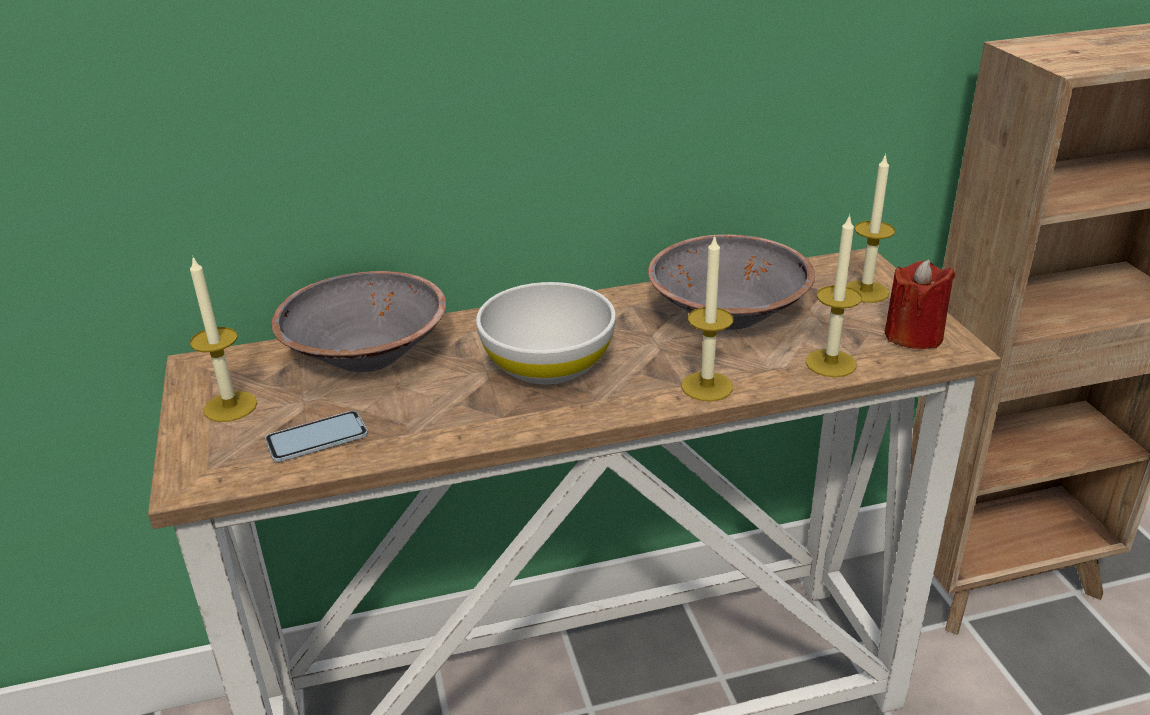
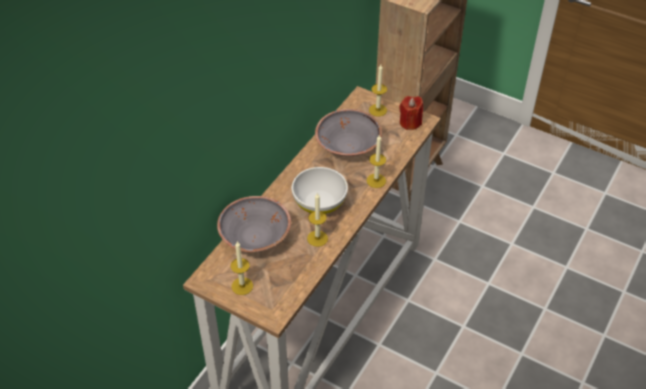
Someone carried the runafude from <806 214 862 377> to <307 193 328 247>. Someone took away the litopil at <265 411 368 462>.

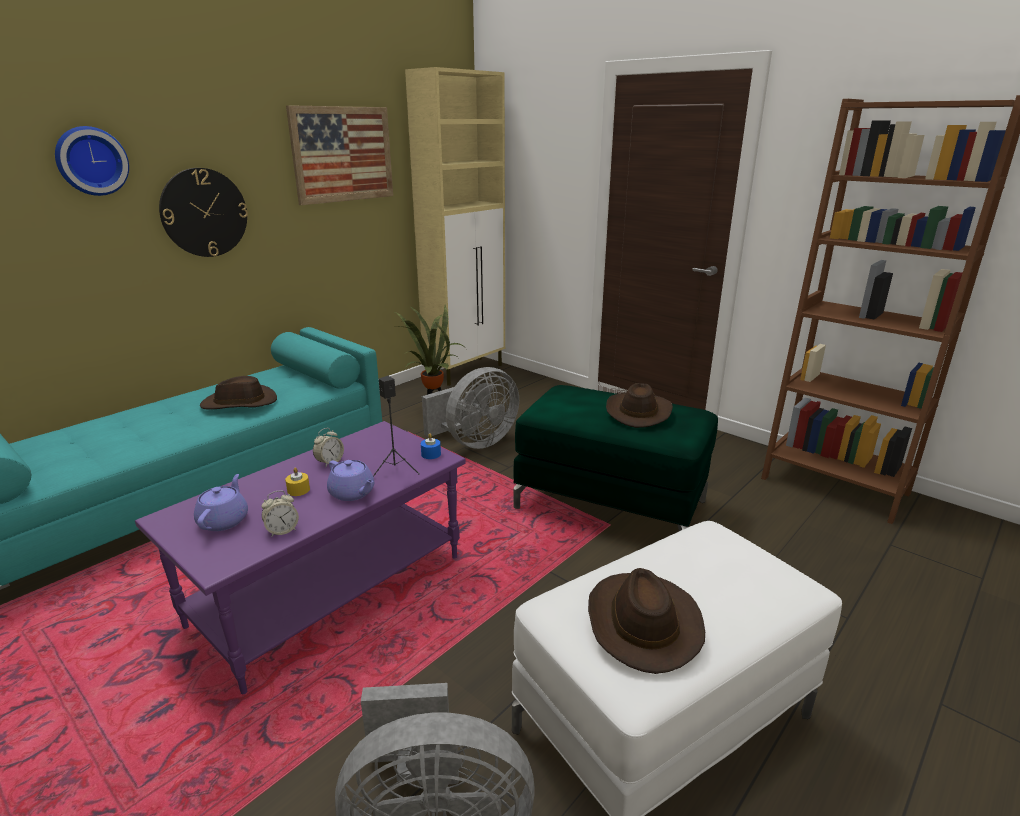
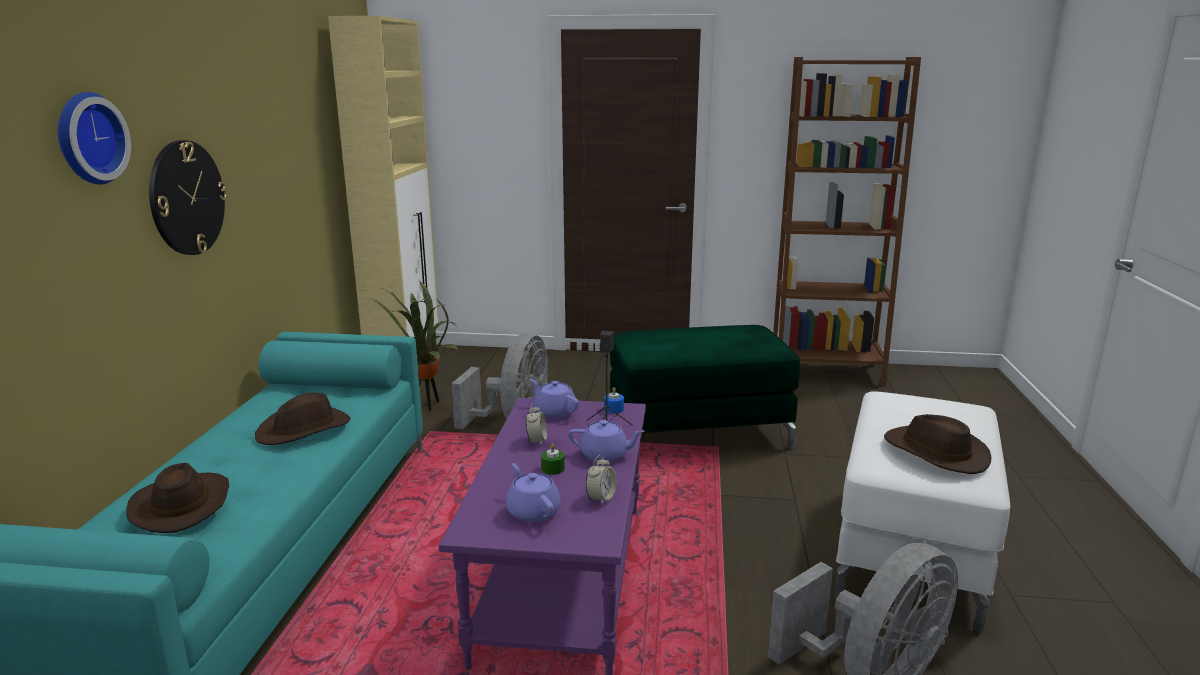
Someone carried the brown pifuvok from <606 383 673 428> to <126 463 229 533>. Someone put down the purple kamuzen at <530 379 579 418>. Someone repainted the yellow runafude at <285 468 310 496>, which became the green runafude at <541 444 565 475>. Someone took away the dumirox at <286 105 393 205>.

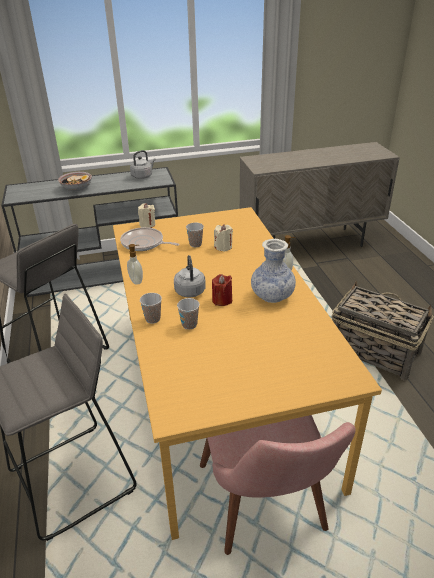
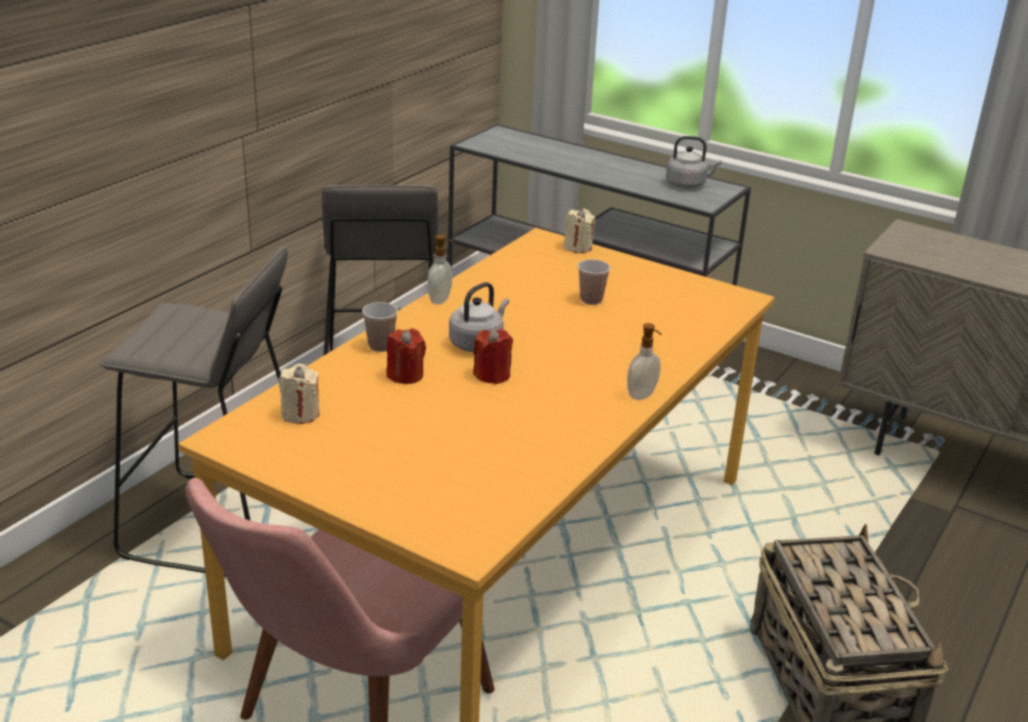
Someone carried the beige runafude from <214 224 233 252> to <278 364 319 424>. Someone swapped the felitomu at <177 298 200 330> for the red runafude at <386 328 426 384>. Someone took away the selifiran at <58 172 92 191>. Someone took away the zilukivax at <120 227 179 251>. Someone took away the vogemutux at <251 239 296 303>.

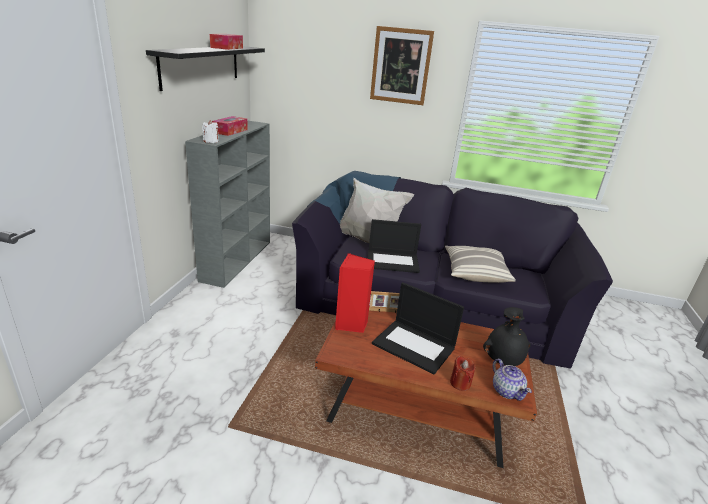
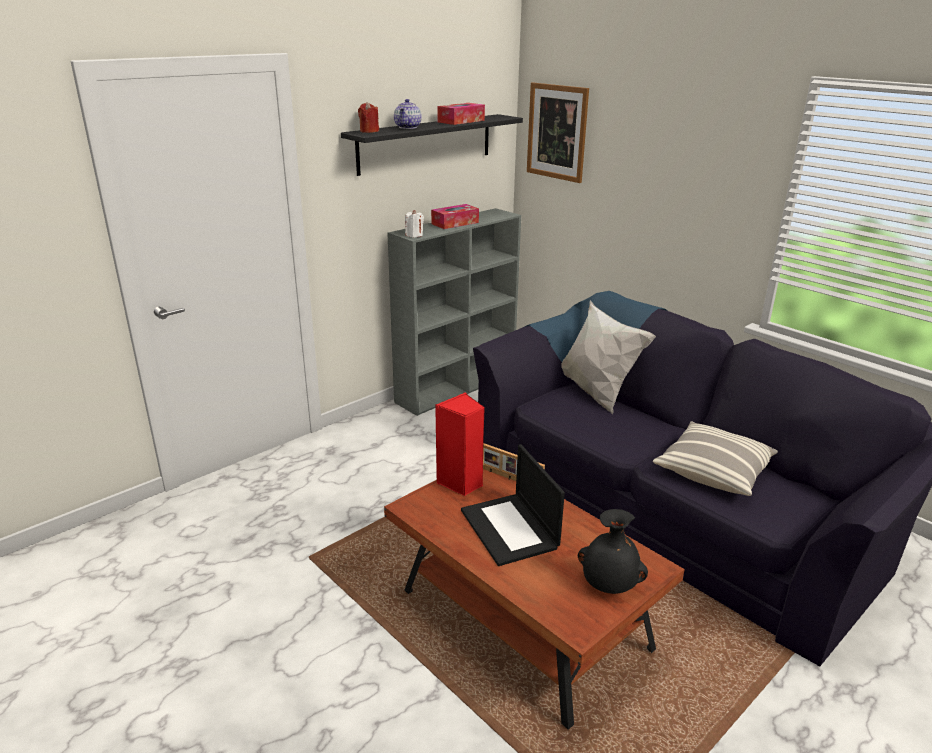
Someone carried the red runafude from <450 356 476 391> to <358 102 379 133>. Someone carried the kamuzen from <493 359 532 401> to <394 99 422 129>. Someone carried the dumirox from <370 26 434 105> to <527 82 589 183>. Someone took away the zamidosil at <368 219 421 273>.

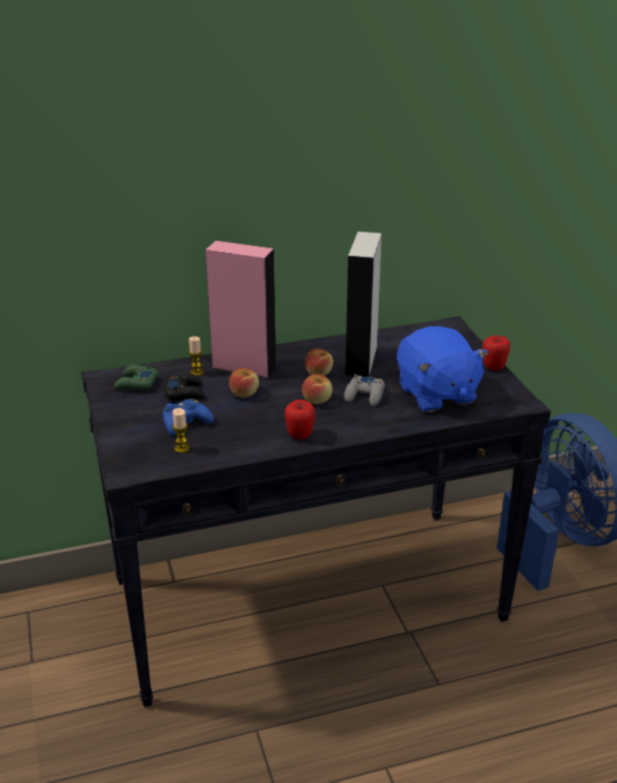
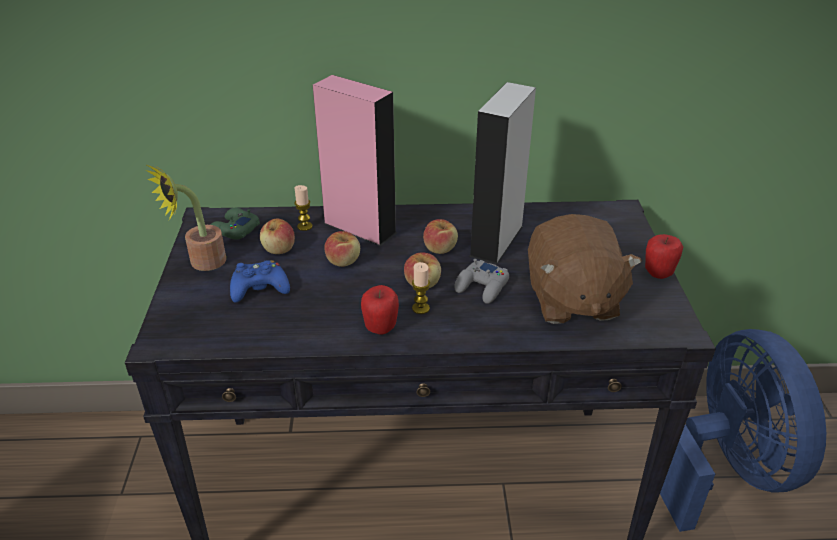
Someone put down the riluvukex at <146 165 226 271>. Someone swapped the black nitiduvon at <163 373 205 400> for the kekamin at <260 219 295 254>. Someone carried the runafude from <172 408 190 453> to <412 262 430 314>. Someone repainted the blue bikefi at <397 326 489 412>, which became the brown bikefi at <528 214 642 324>.

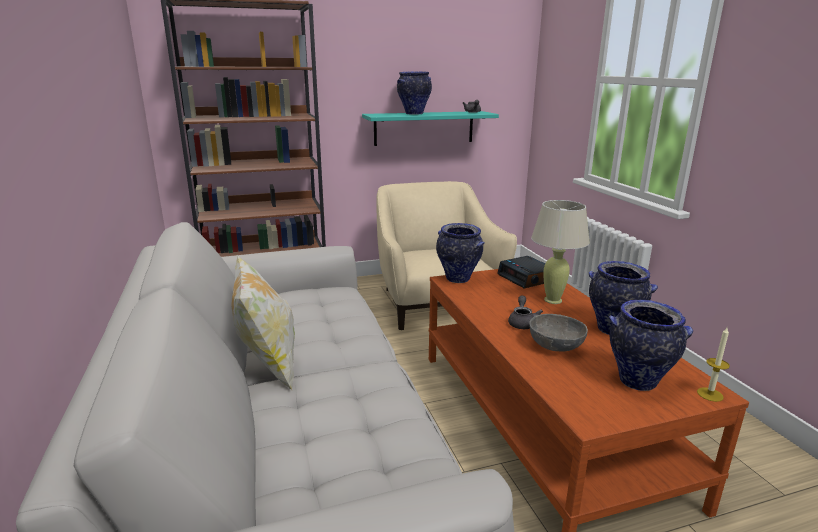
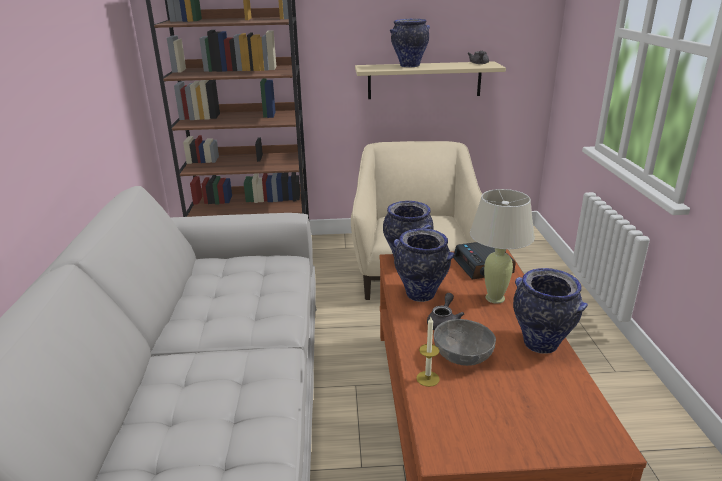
Someone repainted the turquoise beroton at <362 111 499 146>, which became the beige beroton at <355 61 506 99>. Someone carried the vogemutux from <609 300 693 391> to <393 228 455 302>. Someone carried the runafude from <697 328 730 402> to <416 317 440 387>. Someone took away the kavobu at <232 255 295 390>.

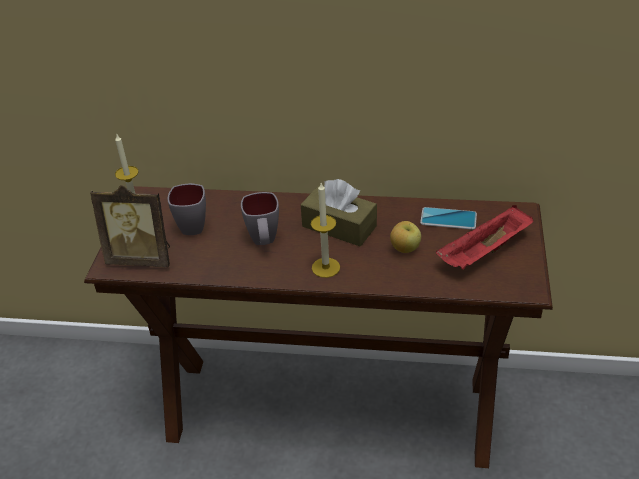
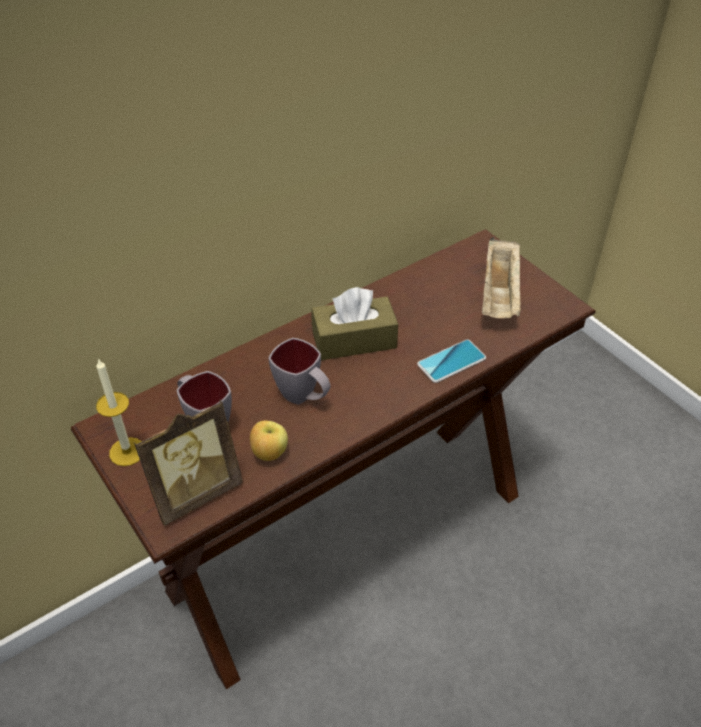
Someone carried the kekamin from <390 221 421 253> to <250 421 288 461>. Someone carried the litopil from <420 207 477 230> to <417 340 486 383>. Someone repainted the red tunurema at <436 205 533 270>, which became the beige tunurema at <482 237 521 318>. Someone took away the runafude at <311 183 340 278>.

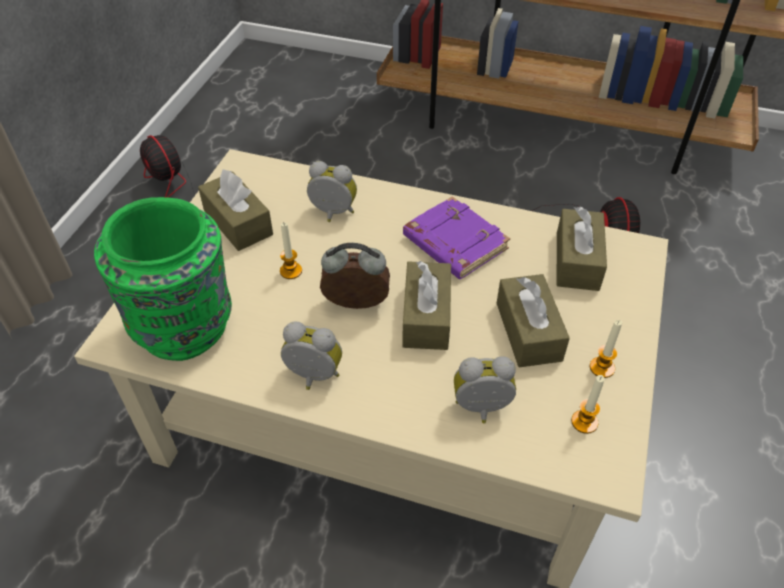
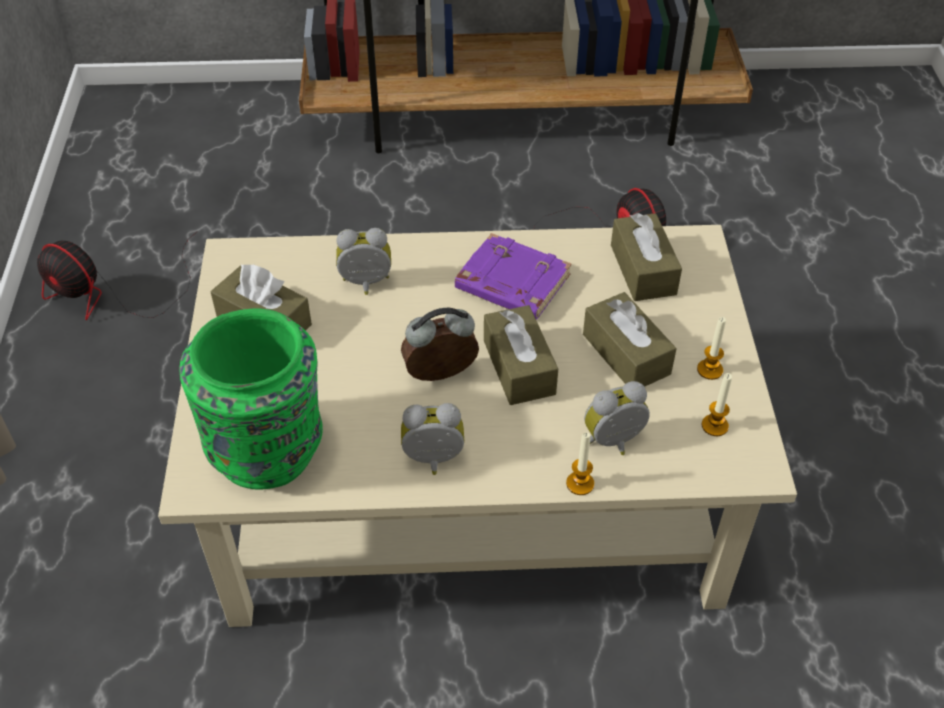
Someone carried the runafude from <280 223 302 279> to <566 432 594 495>.

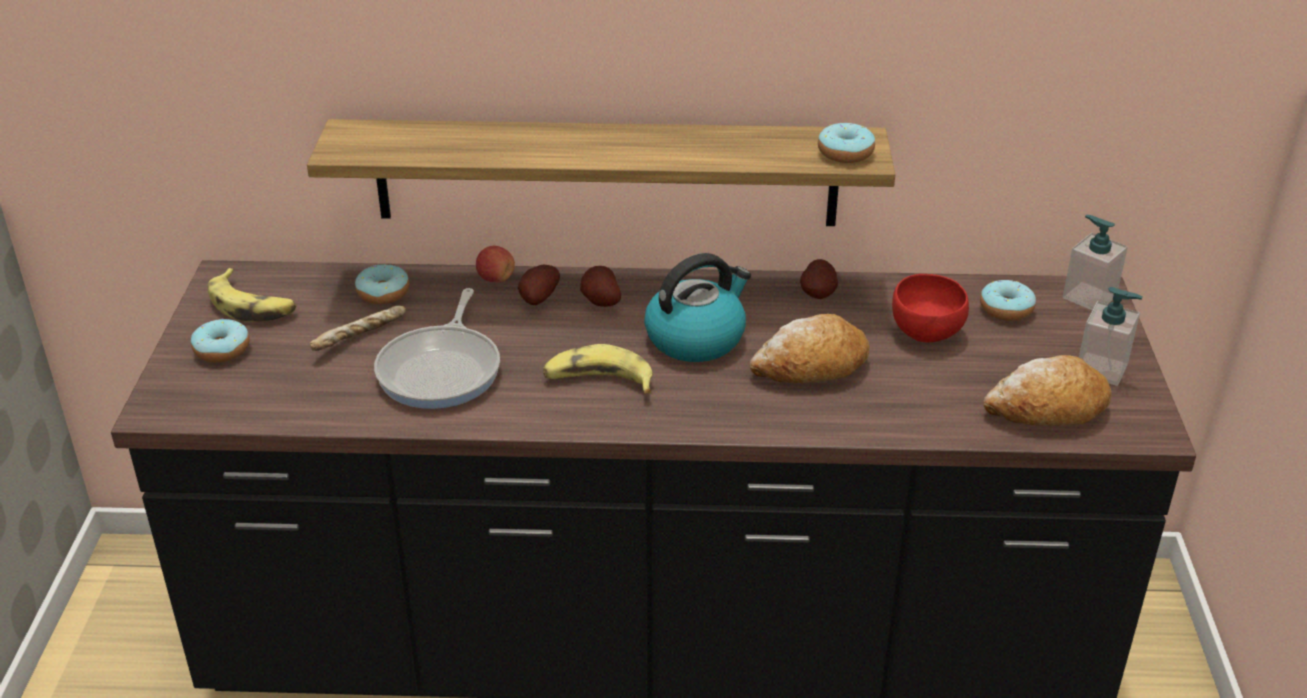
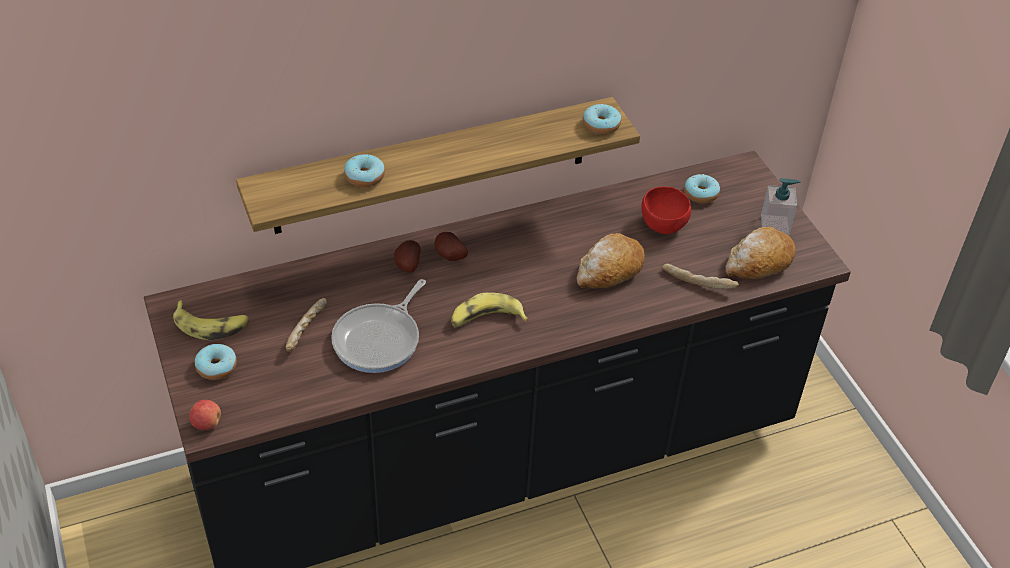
Someone carried the kekamin from <476 246 515 283> to <189 400 221 430>. Someone rotated the zilukivax at <374 288 500 409> by 45 degrees clockwise. Someone carried the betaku from <355 264 409 304> to <344 154 385 187>. Someone put down the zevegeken at <662 264 739 289>. Someone took away the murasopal at <644 253 751 362>. Someone took away the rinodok at <800 259 838 299>. Someone took away the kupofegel at <1063 215 1128 310>.

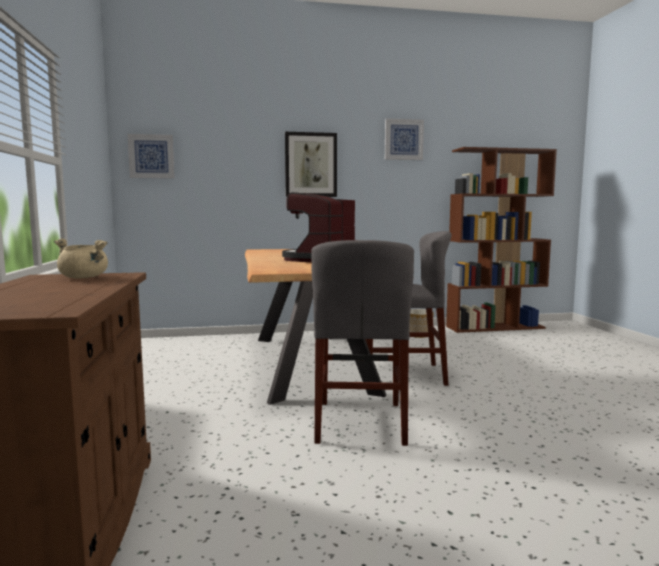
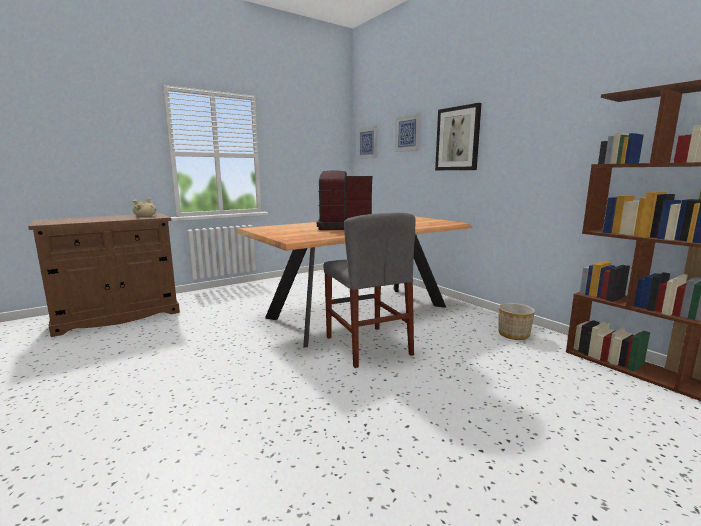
Someone carried the dumirox from <385 119 424 160> to <395 113 421 152>. Someone took away the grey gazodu at <312 240 414 446>.

